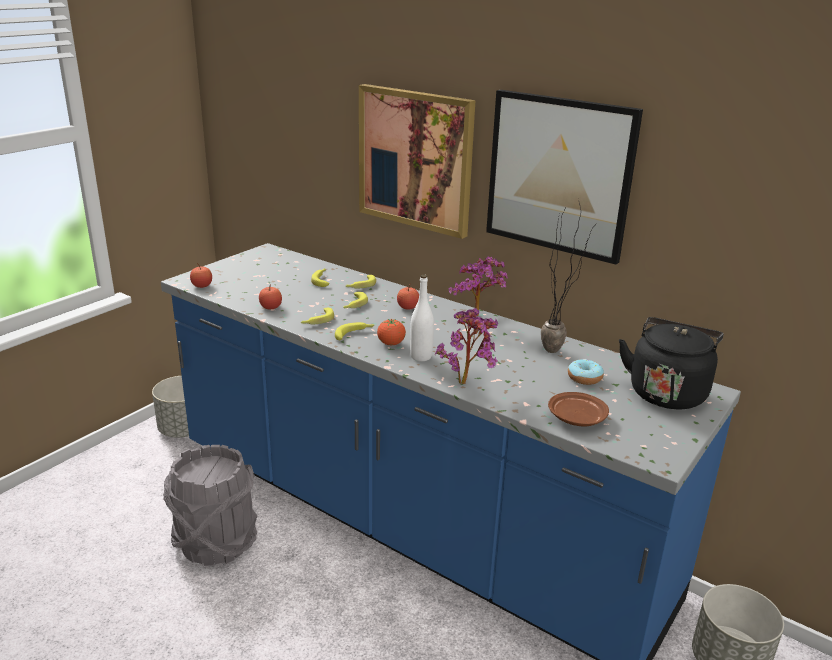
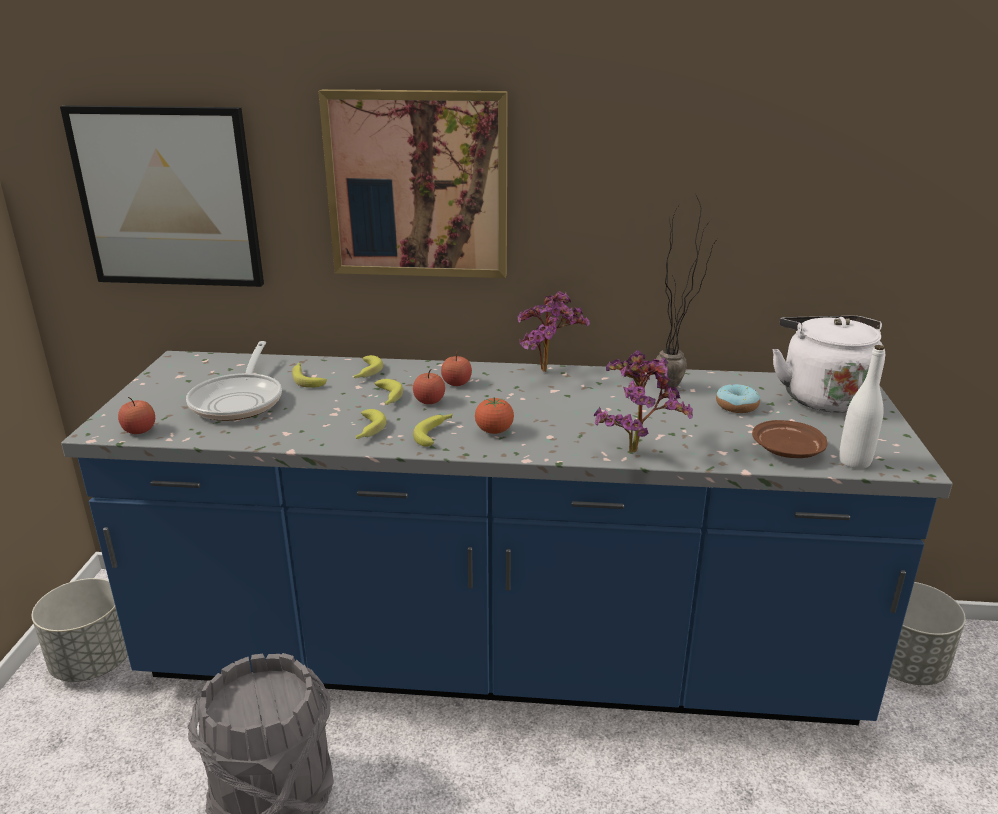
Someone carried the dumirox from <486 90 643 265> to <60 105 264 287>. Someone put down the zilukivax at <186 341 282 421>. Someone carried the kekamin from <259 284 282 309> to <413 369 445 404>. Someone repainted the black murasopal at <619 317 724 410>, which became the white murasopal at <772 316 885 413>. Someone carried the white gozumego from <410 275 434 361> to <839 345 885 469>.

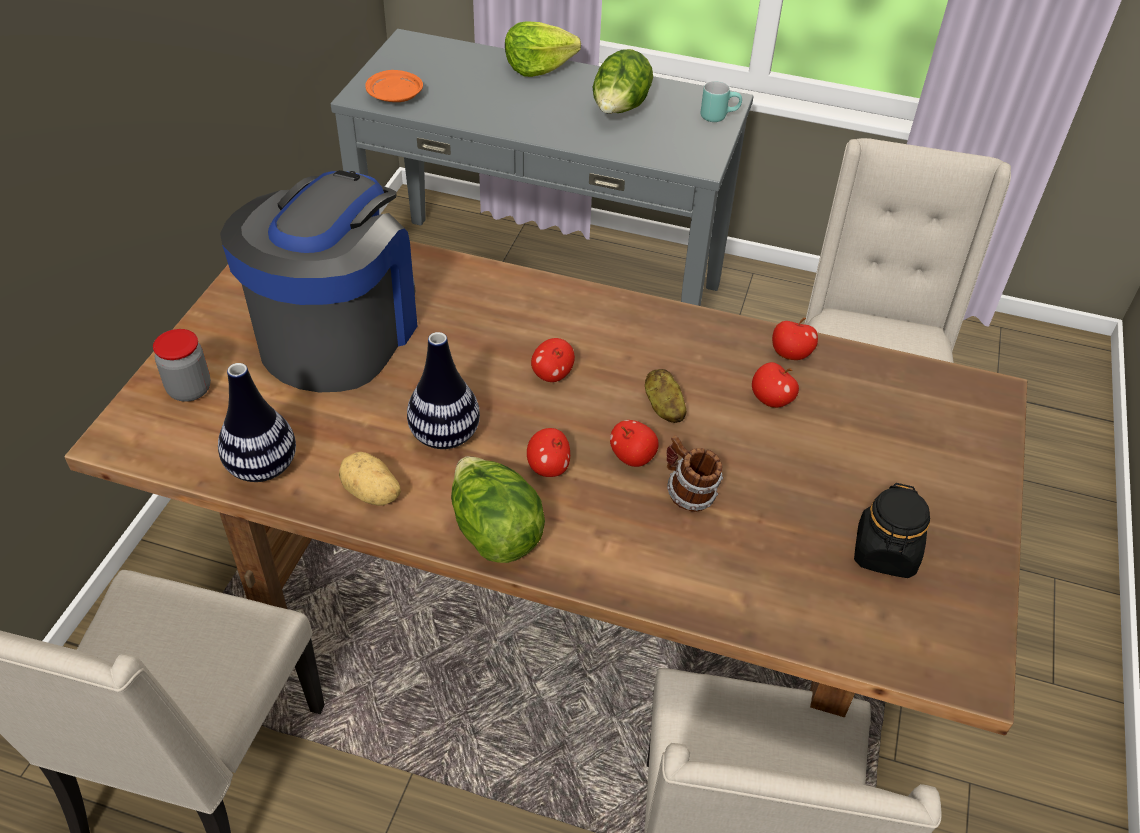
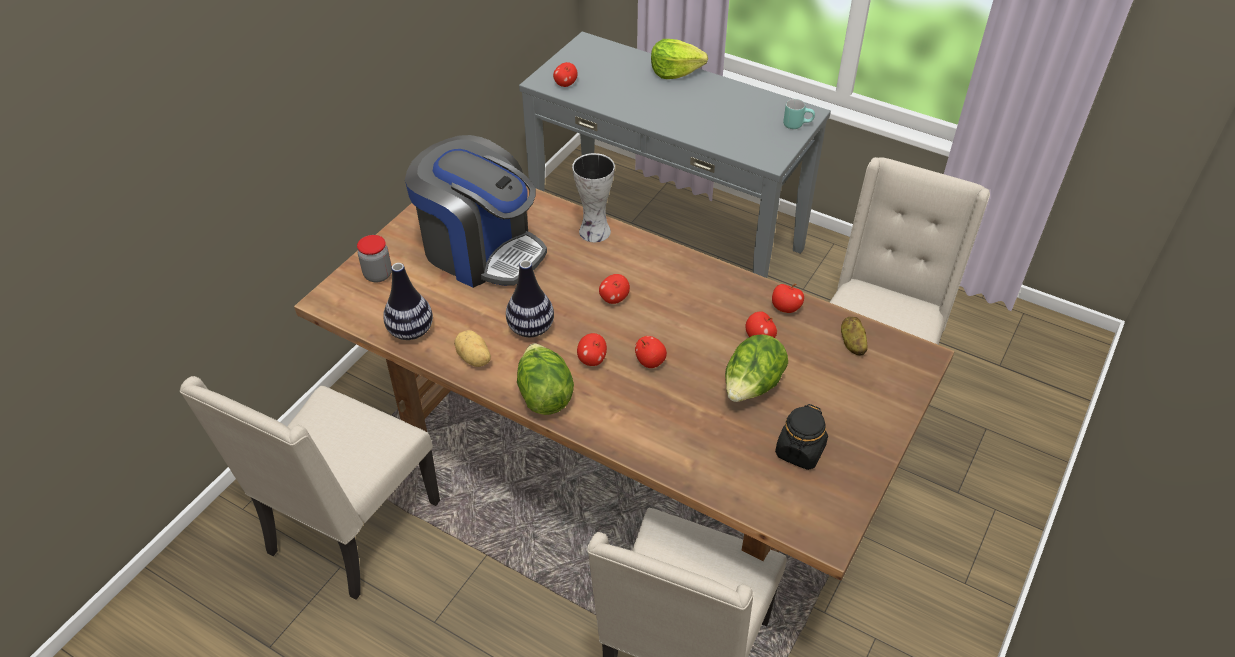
Someone rotated the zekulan at <220 170 417 392> by 90 degrees clockwise. Someone swapped the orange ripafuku at <365 70 423 102> for the kekamin at <553 62 578 87>. Someone put down the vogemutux at <572 153 615 242>. Someone carried the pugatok from <592 49 653 114> to <725 334 788 402>. Someone carried the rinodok from <645 369 687 423> to <841 317 867 355>. Someone took away the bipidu at <667 435 723 512>.

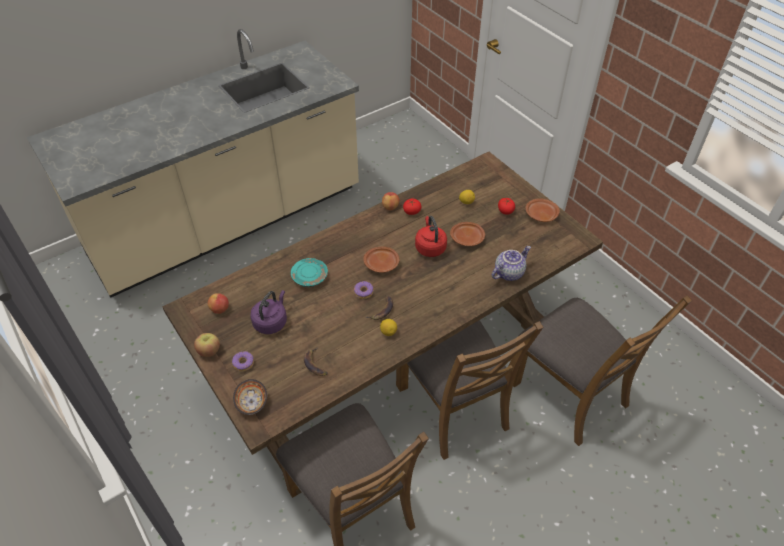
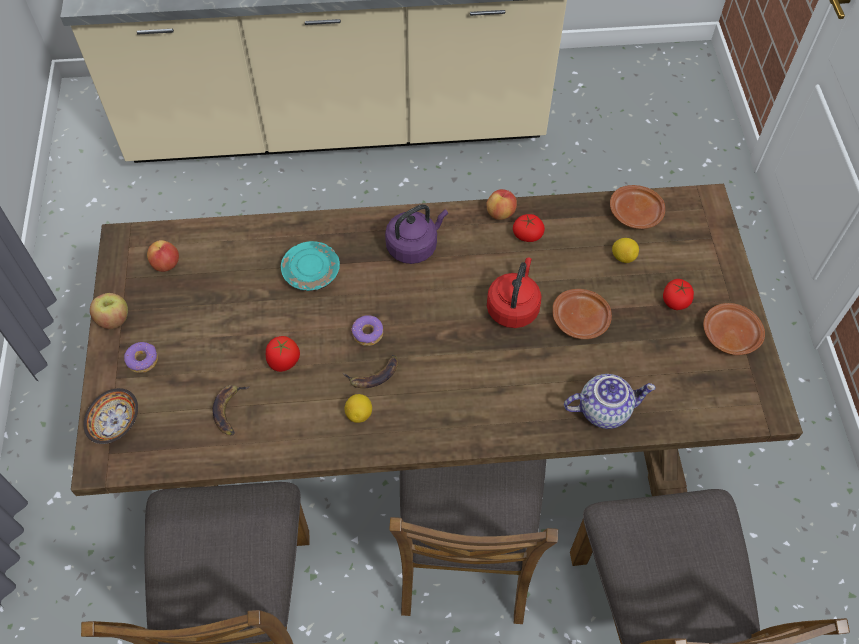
Someone put down the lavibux at <266 336 300 372>. Someone carried the purple murasopal from <250 290 287 334> to <385 204 448 264>. Someone carried the brown ripafuku from <363 247 400 273> to <610 185 665 229>.

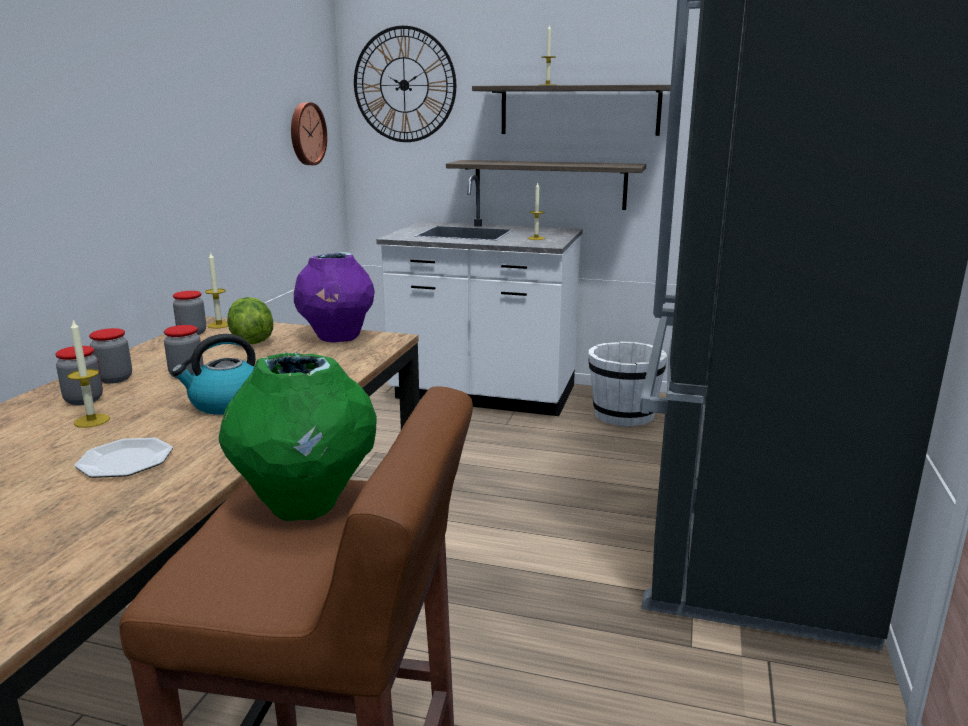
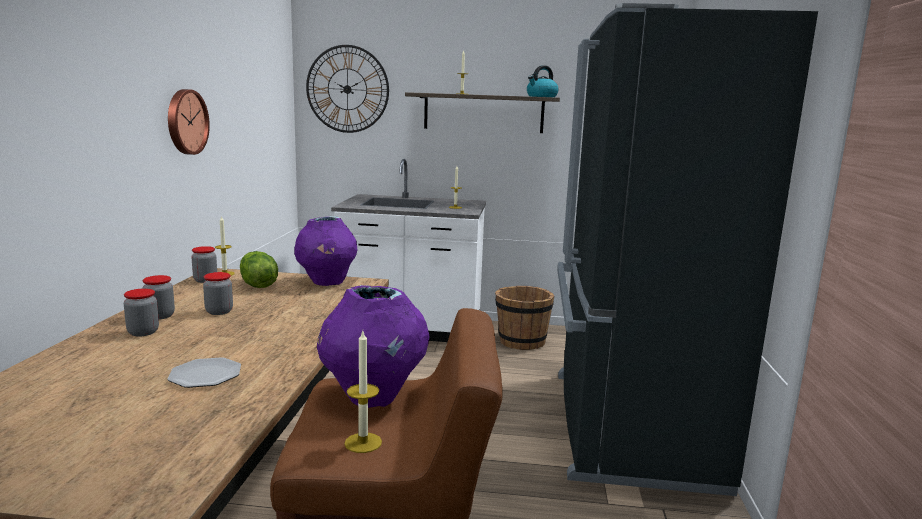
Someone carried the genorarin from <291 102 327 165> to <168 89 210 155>. Someone repainted the green vogemutux at <219 353 377 521>, which became the purple vogemutux at <317 285 430 408>. Someone carried the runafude from <67 320 110 428> to <344 331 382 453>. Someone repainted the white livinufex at <588 341 667 427>, which became the brown livinufex at <495 286 554 350>. Someone carried the murasopal from <172 334 256 415> to <527 65 559 97>. Someone took away the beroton at <446 160 646 210>.

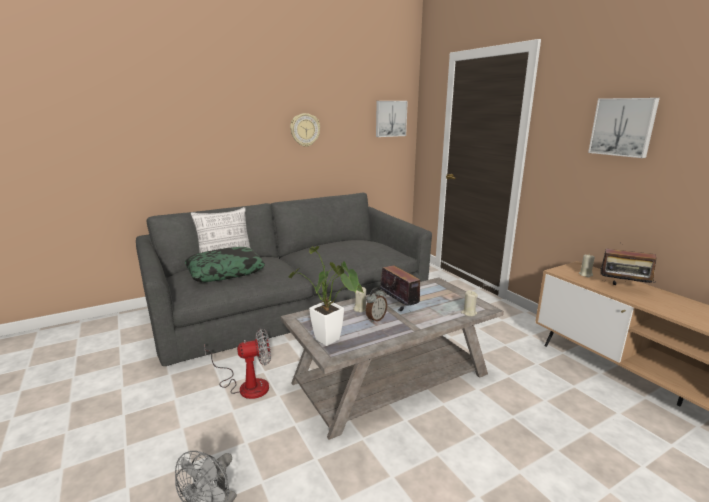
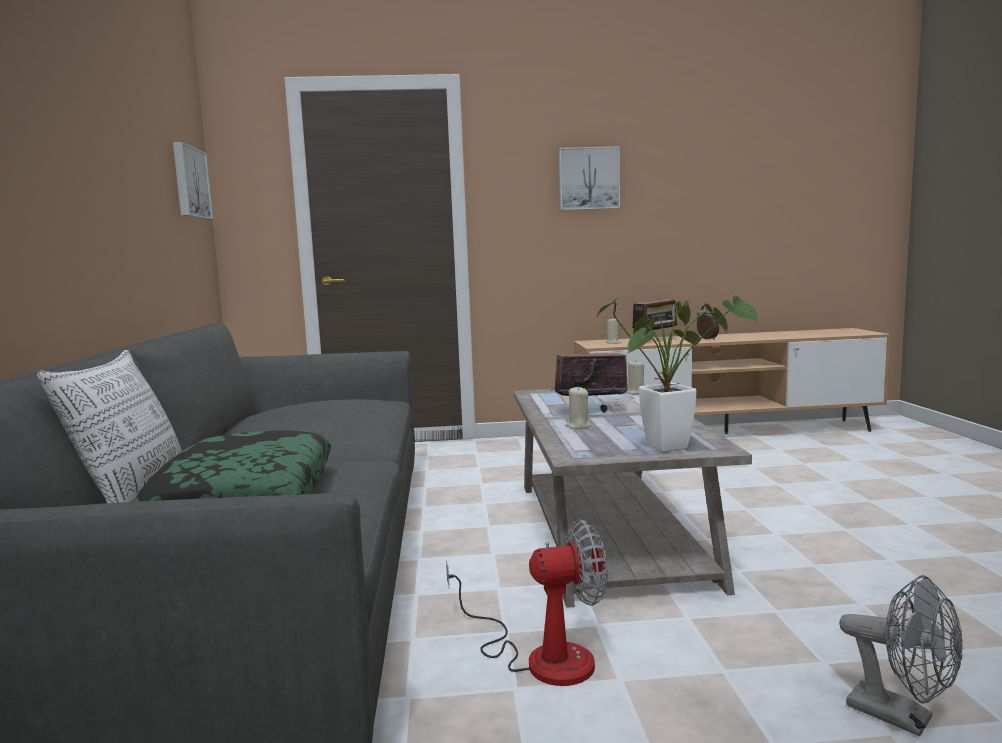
Someone rotated the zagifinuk at <204 329 271 399> by 75 degrees clockwise. Someone carried the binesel from <366 287 387 323> to <697 305 719 340>. Someone took away the genorarin at <290 113 320 147>.

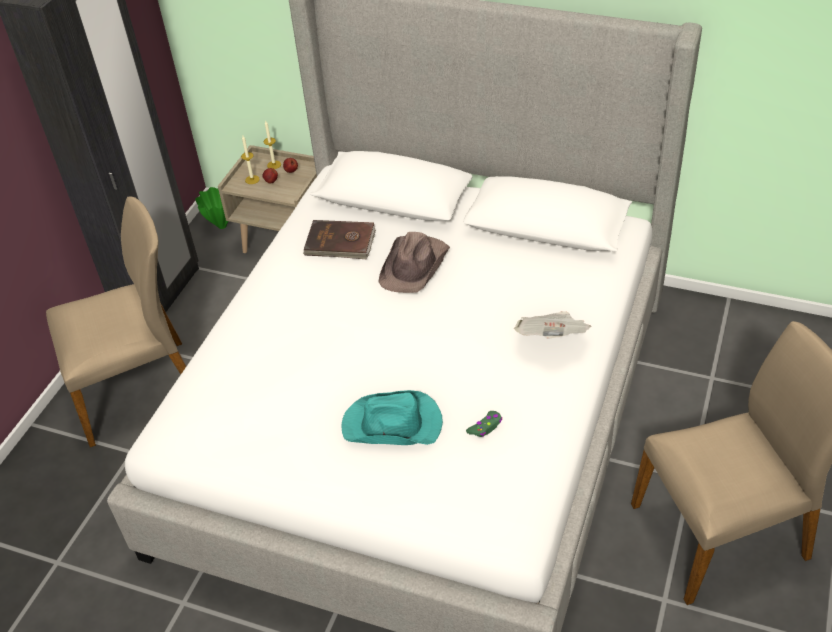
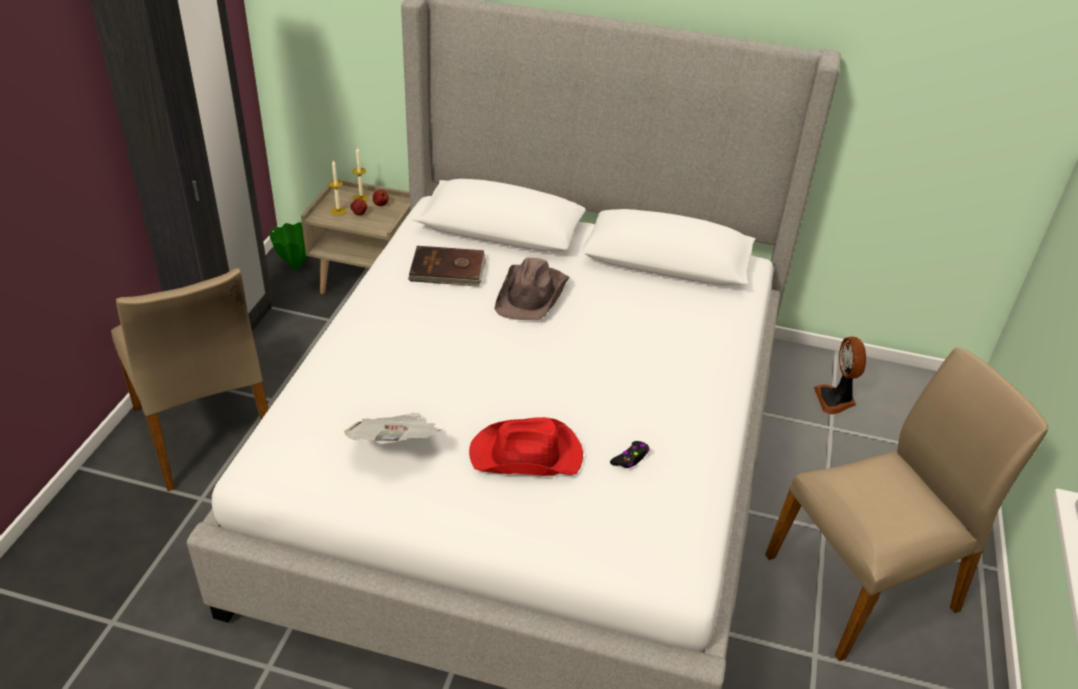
Someone rotated the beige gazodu at <46 196 186 447> by 90 degrees clockwise. Someone carried the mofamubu from <514 311 592 339> to <344 413 441 444>. Someone repainted the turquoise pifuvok at <341 390 443 445>, which became the red pifuvok at <469 417 583 476>. Someone repainted the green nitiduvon at <466 411 502 437>, which became the black nitiduvon at <610 441 650 468>. Someone put down the zagifinuk at <814 337 866 414>.

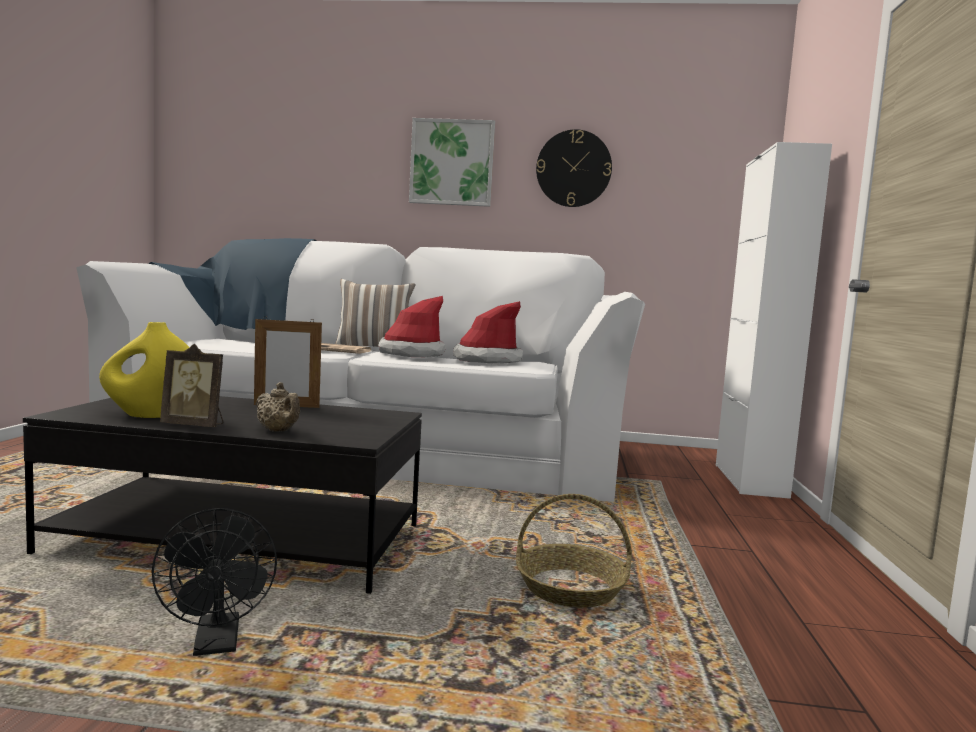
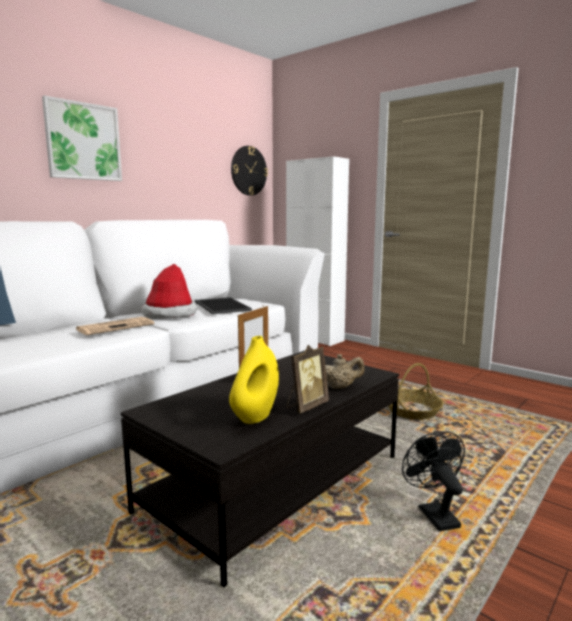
Someone swapped the pifuvok at <453 301 523 363> for the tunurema at <195 297 252 314>. Someone carried the genorarin from <536 129 612 207> to <231 146 268 195>. Someone rotated the black zagifinuk at <151 508 277 656> by 120 degrees counterclockwise. Someone took away the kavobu at <335 279 416 347>.

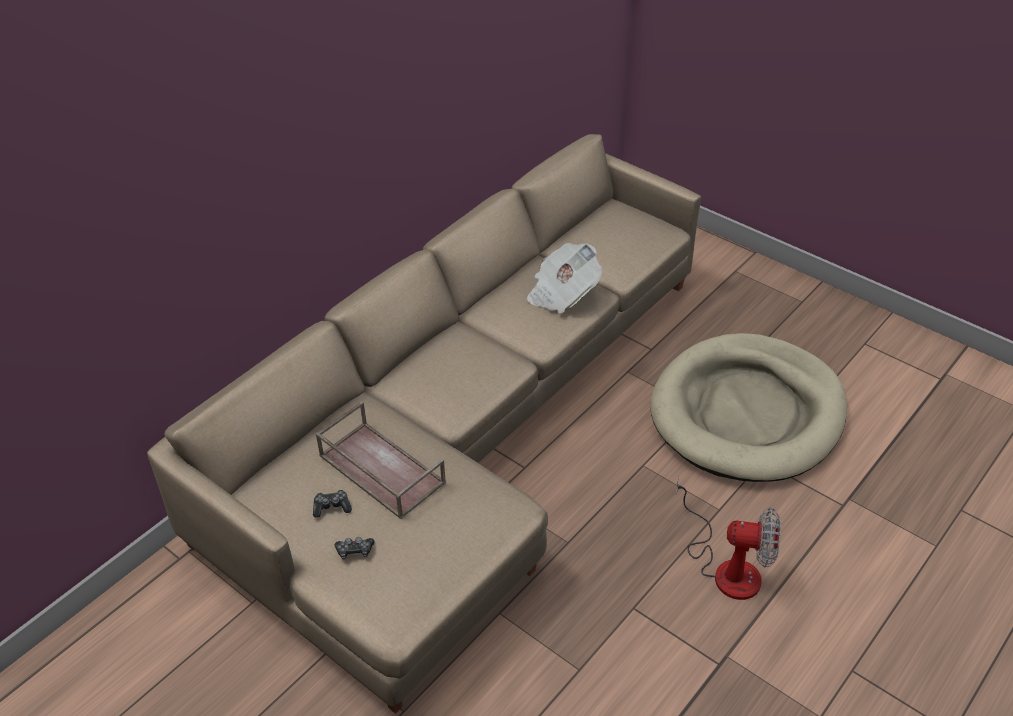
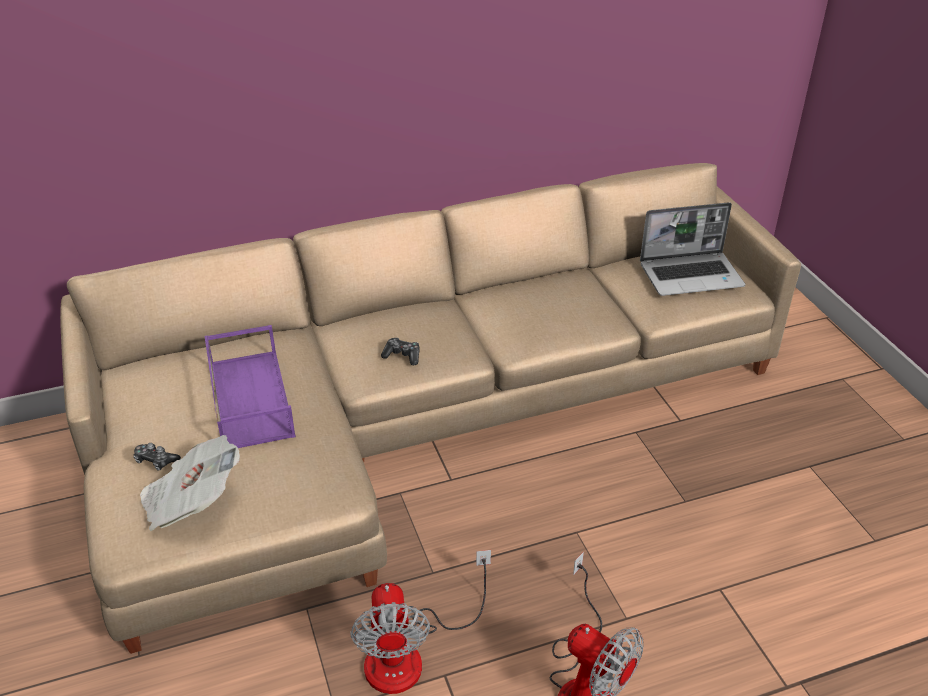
Someone carried the mofamubu from <527 243 602 313> to <140 435 240 531>. Someone repainted the brown tunurema at <315 401 446 519>, which became the purple tunurema at <204 325 296 448>. Someone put down the zagifinuk at <350 550 491 694>. Someone carried the nitiduvon from <313 490 352 518> to <381 338 420 365>. Someone put down the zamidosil at <640 202 745 296>. Someone took away the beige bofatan at <651 333 847 482>.

